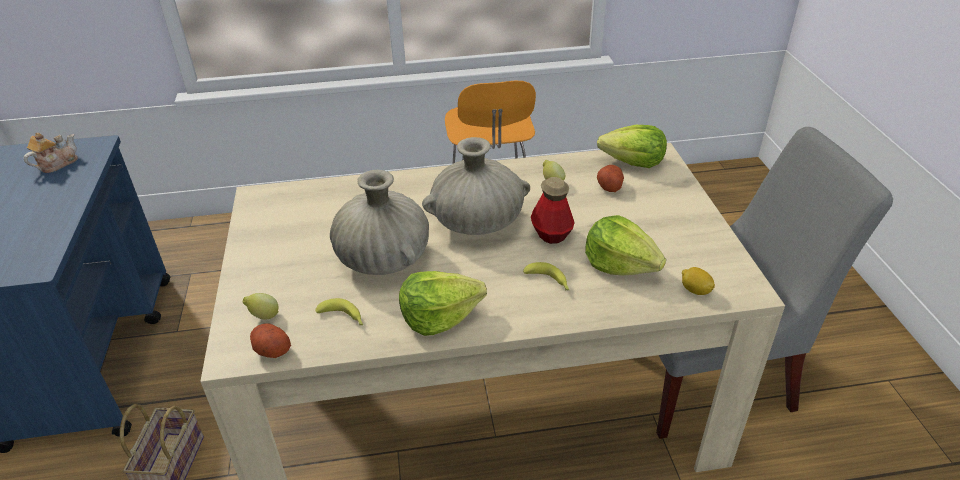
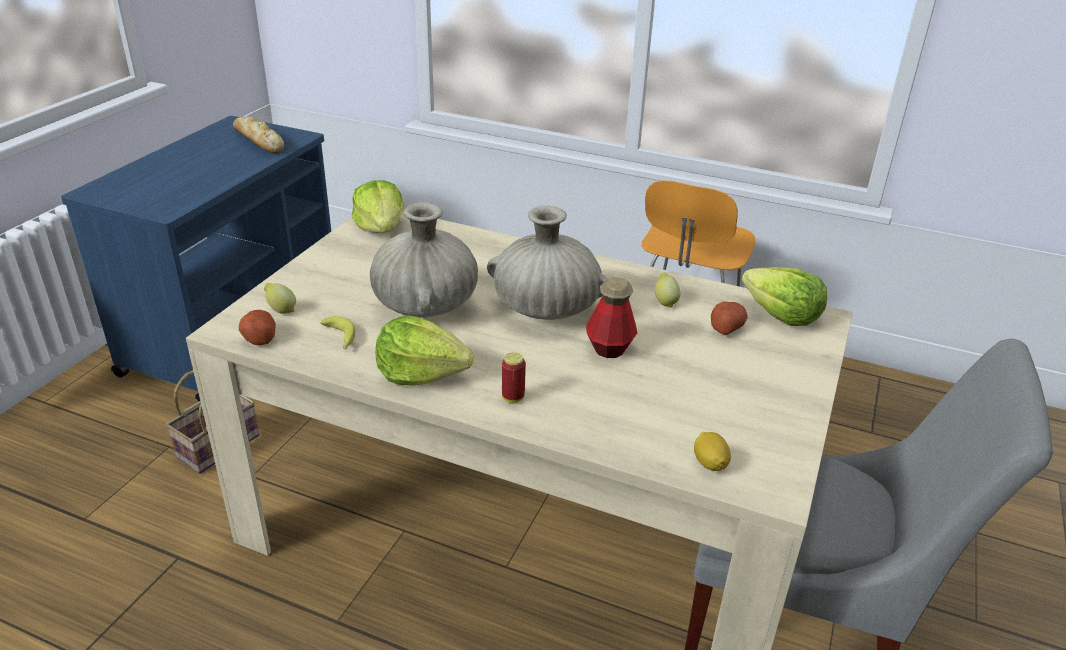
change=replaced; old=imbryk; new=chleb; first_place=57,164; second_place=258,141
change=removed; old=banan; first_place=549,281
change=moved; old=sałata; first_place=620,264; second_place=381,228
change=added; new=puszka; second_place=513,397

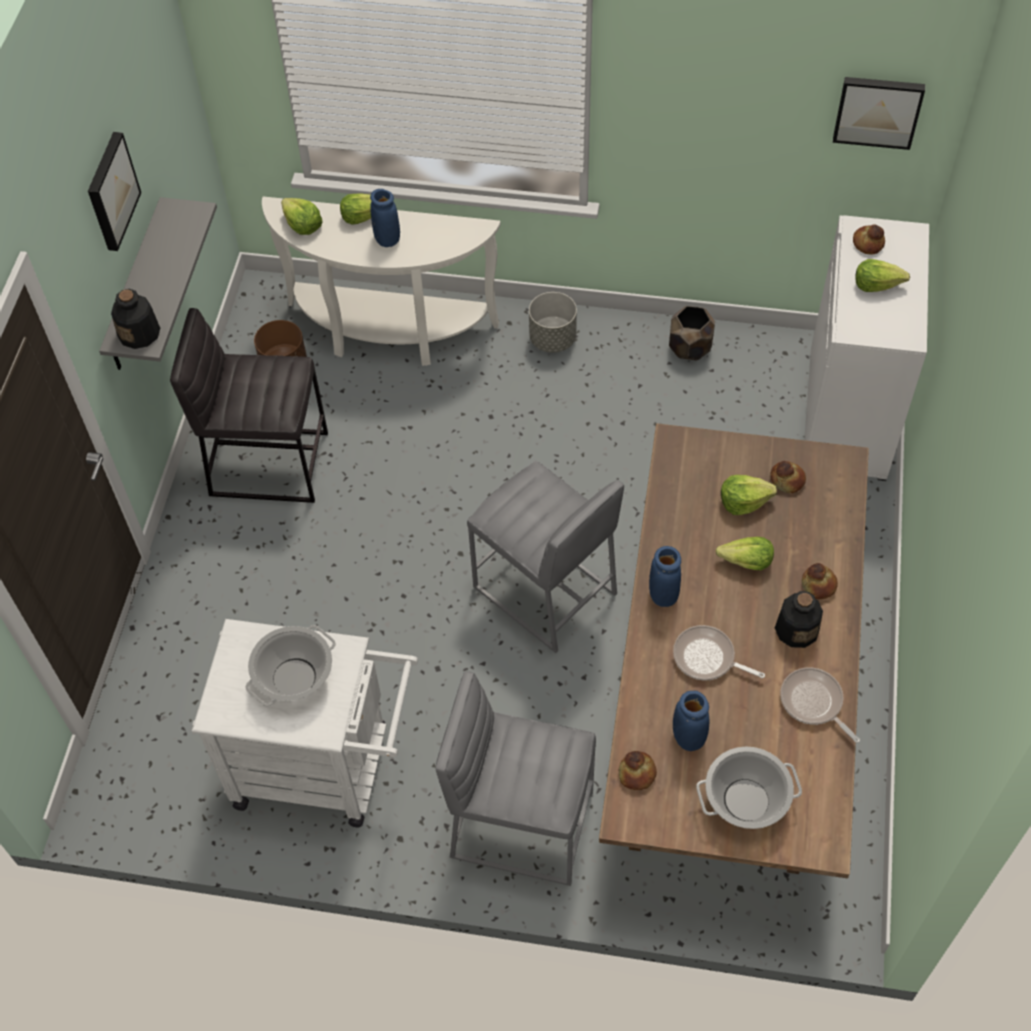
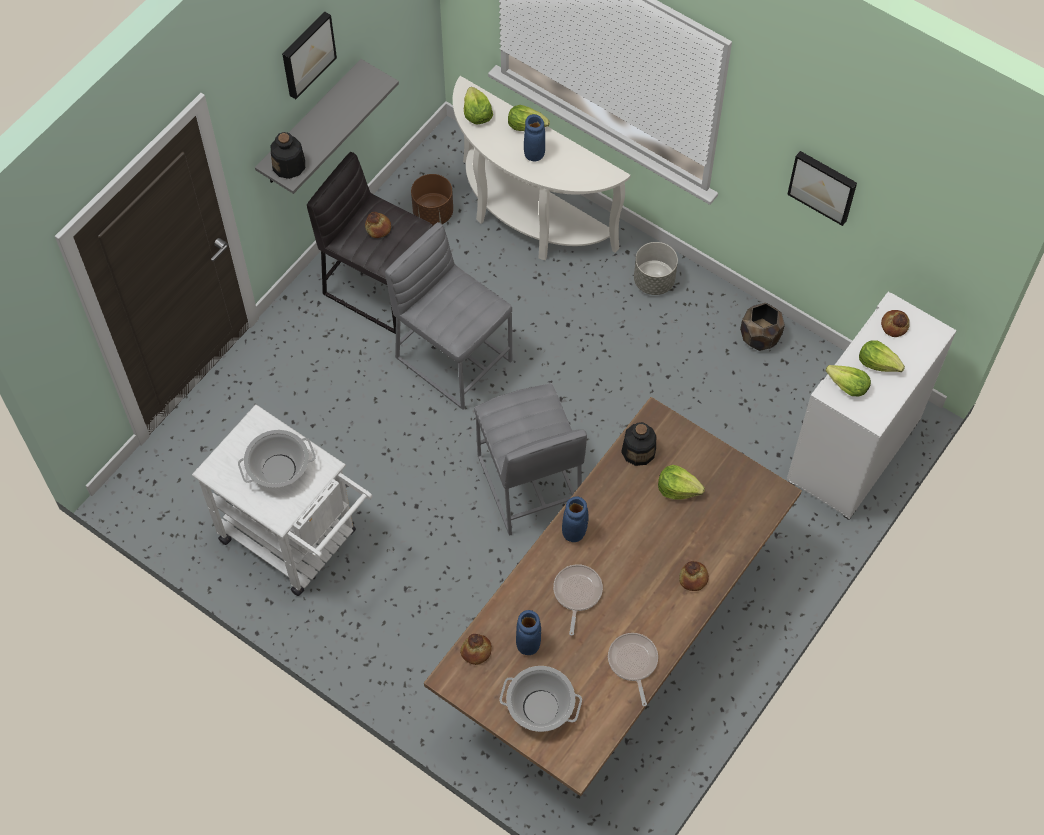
change=moved; old=stołek/szary; first_place=521,823; second_place=454,358
change=turned; old=patelnia; first_place=707,658; second_place=577,593; degrees=45
change=moved; old=sałata; first_place=746,562; second_place=847,386
change=moved; old=chleb; first_place=787,480; second_place=378,228
change=moved; old=butelka; first_place=796,629; second_place=638,450
change=moved; old=obraz; first_place=878,110; second_place=823,186

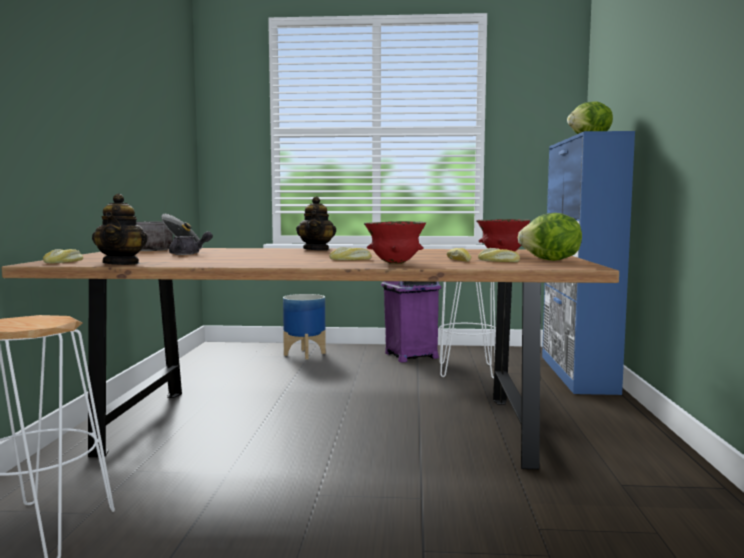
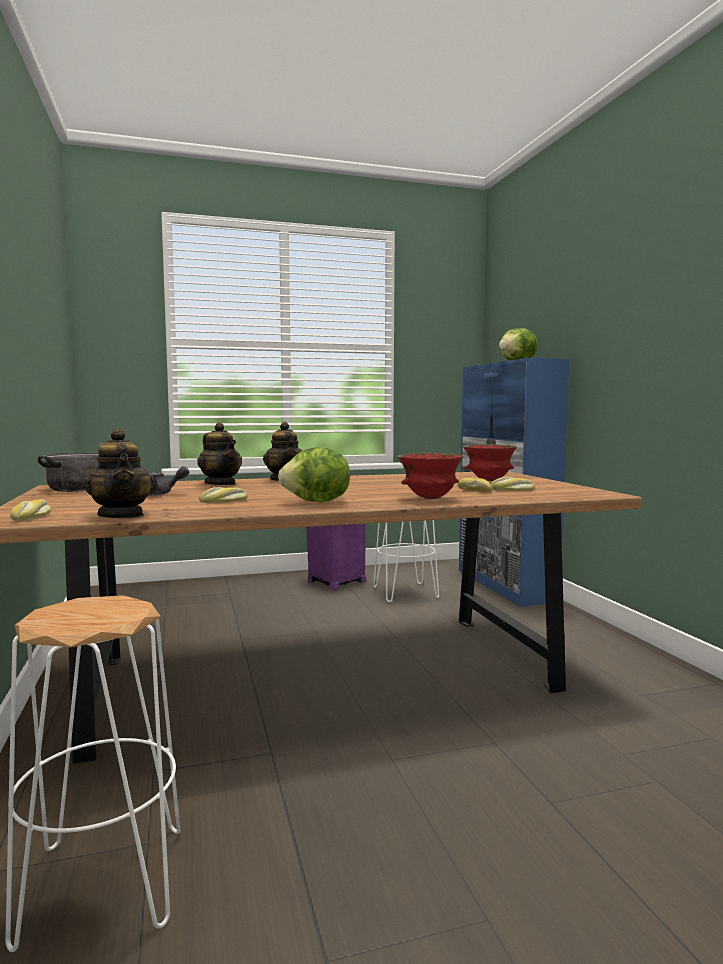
change=removed; old=donica; first_place=305,354
change=moved; old=chleb; first_place=350,260; second_place=224,501
change=moved; old=sałata; first_place=551,260; second_place=317,502
change=added; new=imbryk; second_place=220,484

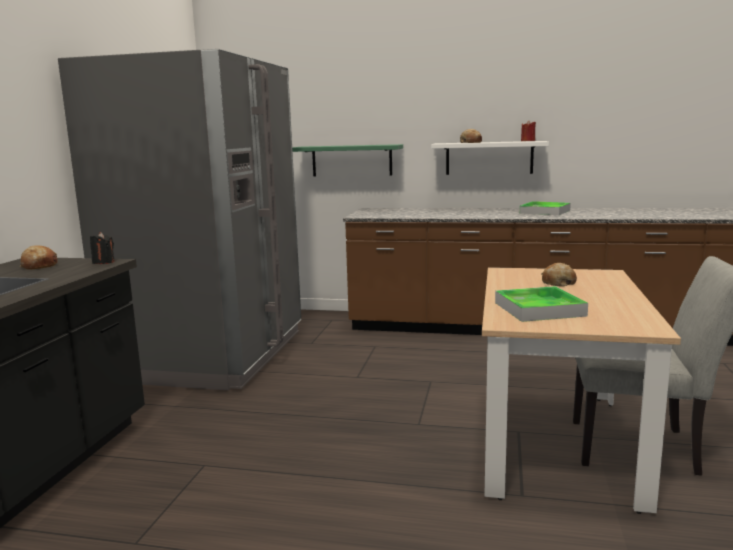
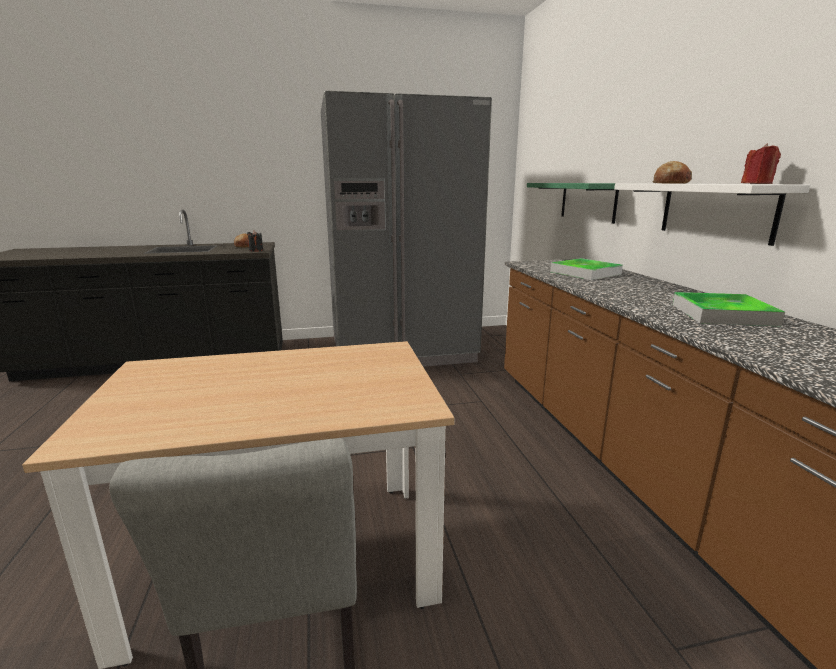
change=moved; old=taca; first_place=539,309; second_place=585,273
change=removed; old=chleb; first_place=558,282

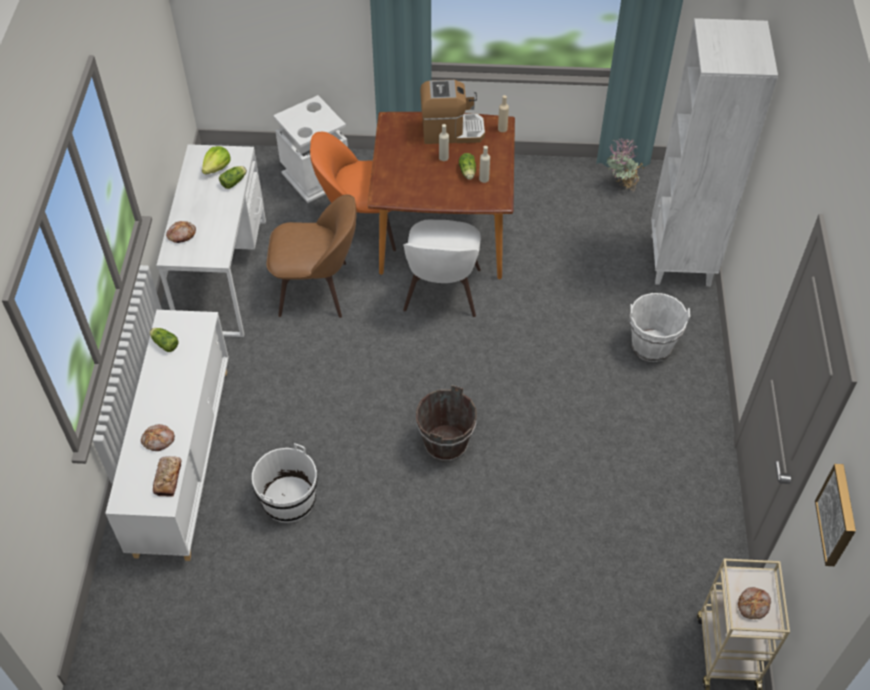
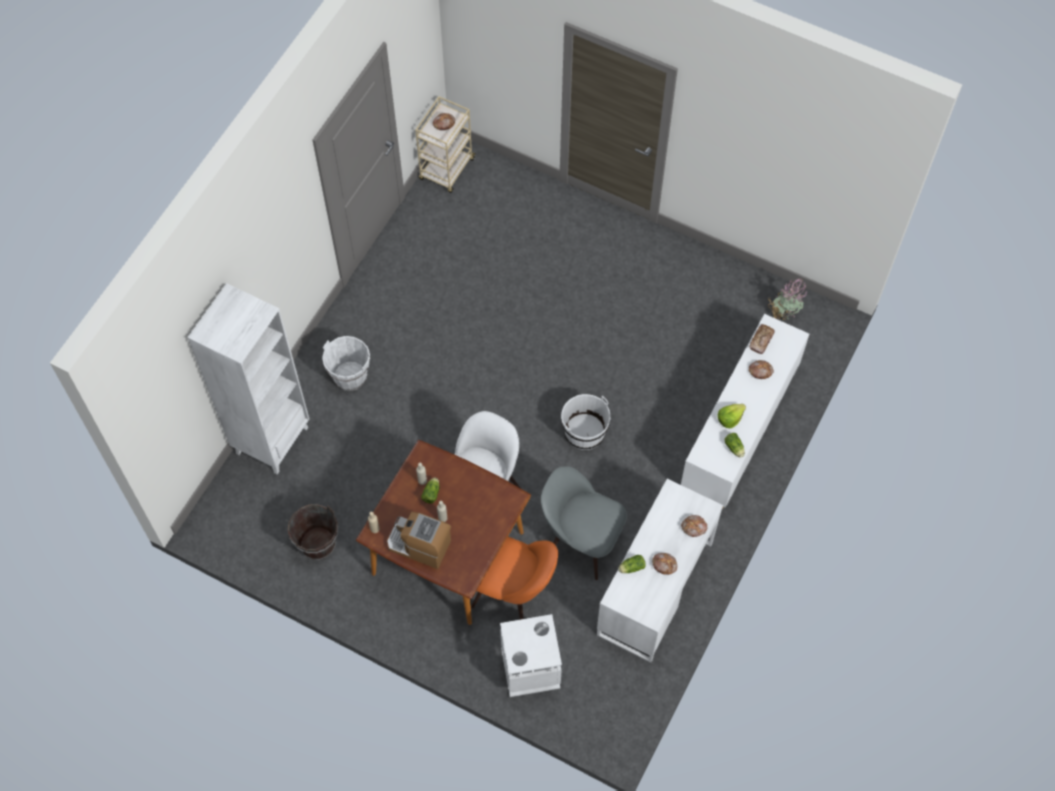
change=moved; old=sałata; first_place=217,168; second_place=729,418
change=moved; old=wiadro/biały; first_place=288,500; second_place=584,432
change=recoloured; old=krzesło/brązowy; new=krzesło/szary; first_place=317,289; second_place=581,539
change=moved; old=wiadro/brązowy; first_place=445,444; second_place=318,544
change=moved; old=roślina doniczkowa; first_place=621,186; second_place=783,314
change=removed; old=obraz; first_place=839,515
change=added; new=chleb; second_place=664,564

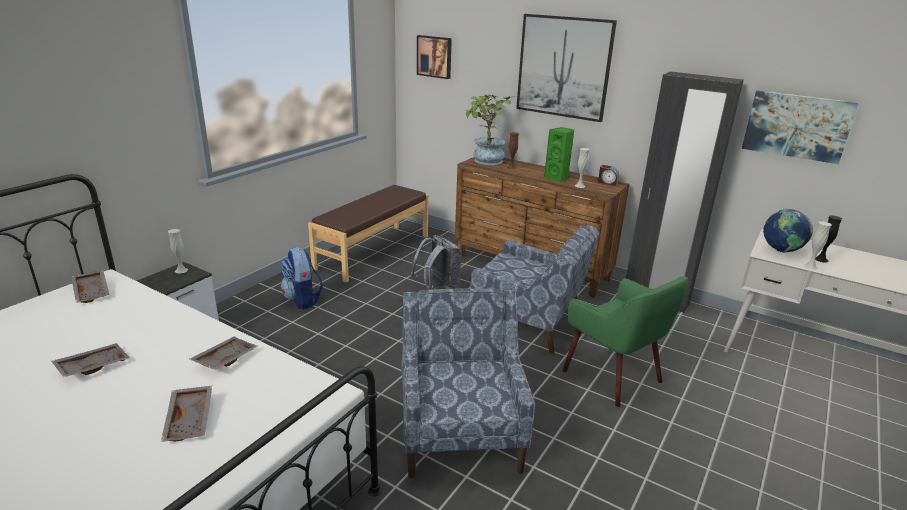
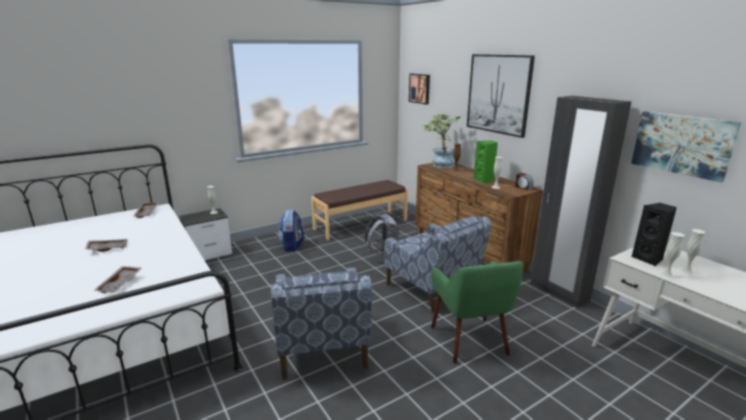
change=removed; old=taca/szary; first_place=225,359
change=turned; old=fotel/niebieski; first_place=460,431; second_place=322,348; degrees=150
change=replaced; old=globus; new=głośnik/czarny; first_place=781,251; second_place=649,259
change=recoloured; old=wazon/czarny; new=wazon/biały; first_place=821,259; second_place=686,272

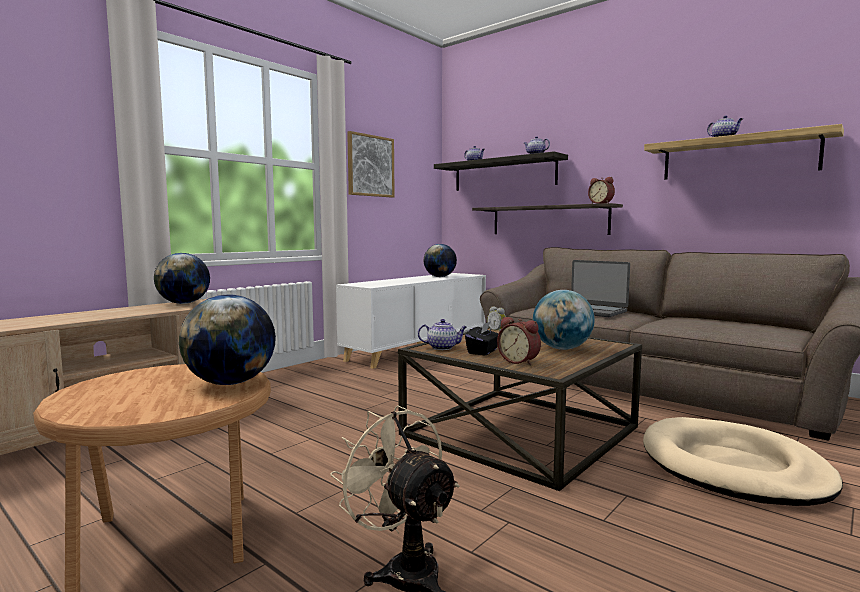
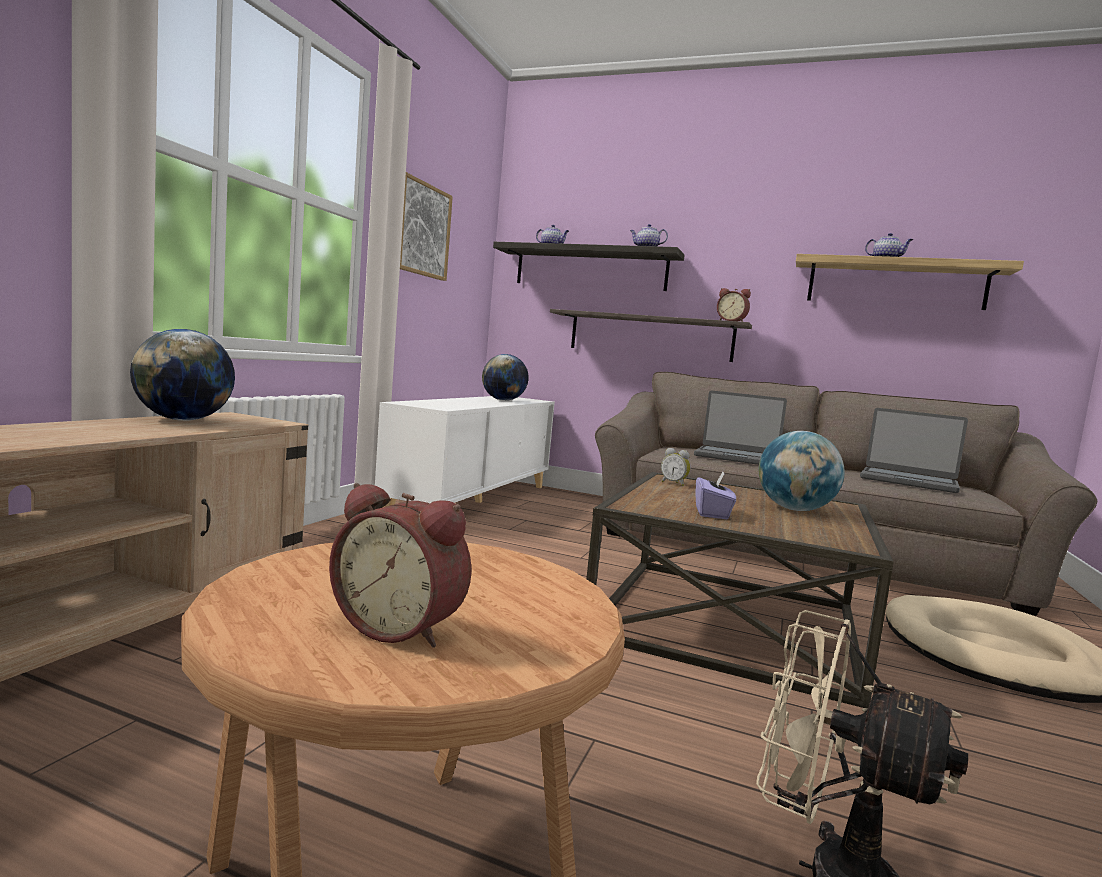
change=removed; old=globus; first_place=231,383
change=removed; old=imbryk; first_place=443,347
change=recoloured; old=pudełko chusteczek/czarny; new=pudełko chusteczek/fioletowy; first_place=483,351; second_place=712,513
change=moved; old=budzik; first_place=519,361; second_place=401,627
change=added; new=laptop; second_place=908,481

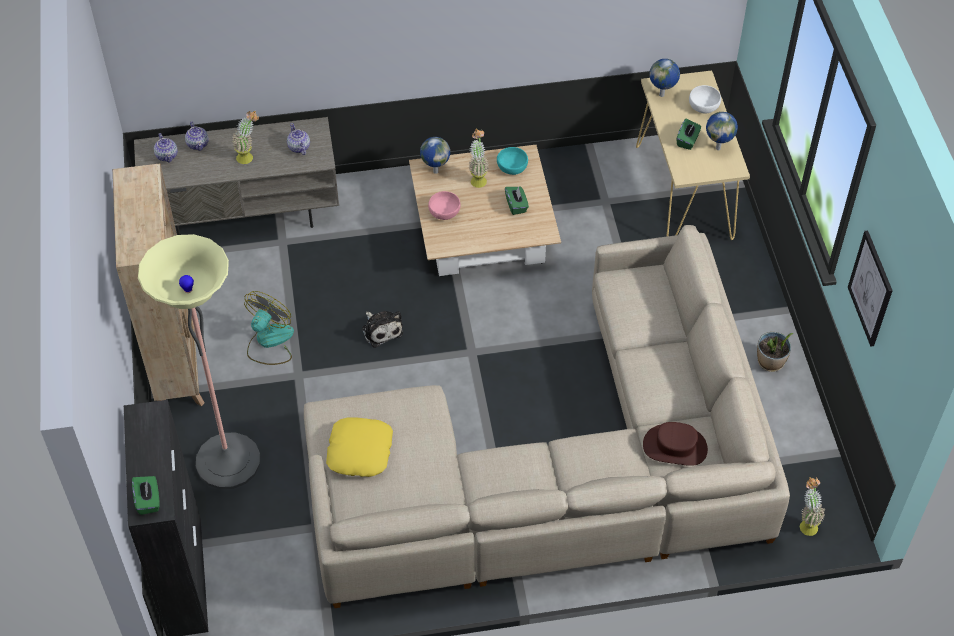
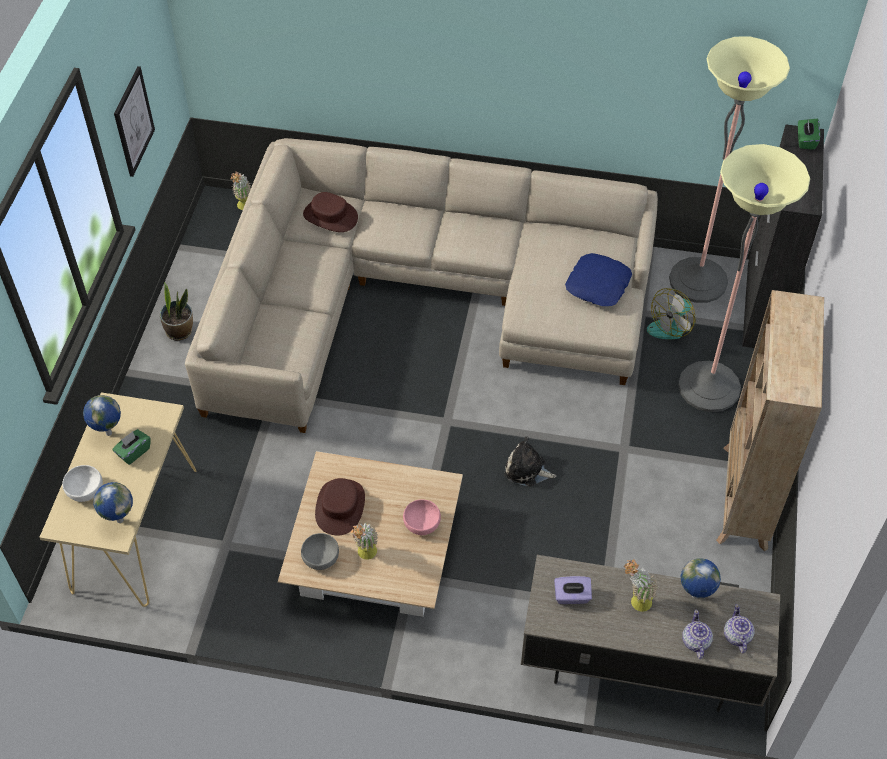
change=moved; old=wentylator; first_place=269,342; second_place=672,325
change=replaced; old=imbryk; new=pudełko chusteczek/fioletowy; first_place=299,147; second_place=572,596
change=recoloured; old=poduszka/żółty; new=poduszka/niebieski; first_place=359,451; second_place=598,285
change=turned; old=pluszak; first_place=381,330; second_place=527,470; degrees=-60
change=moved; old=globus; first_place=435,171; second_place=695,596
change=recoloured; old=miska/turkusowy; new=miska/szary; first_place=512,168; second_place=321,557
change=replaced; old=pudełko chusteczek/zielony; new=kapelusz/brązowy; first_place=516,205; second_place=340,507
change=added; new=lampa stojąca; second_place=698,281

